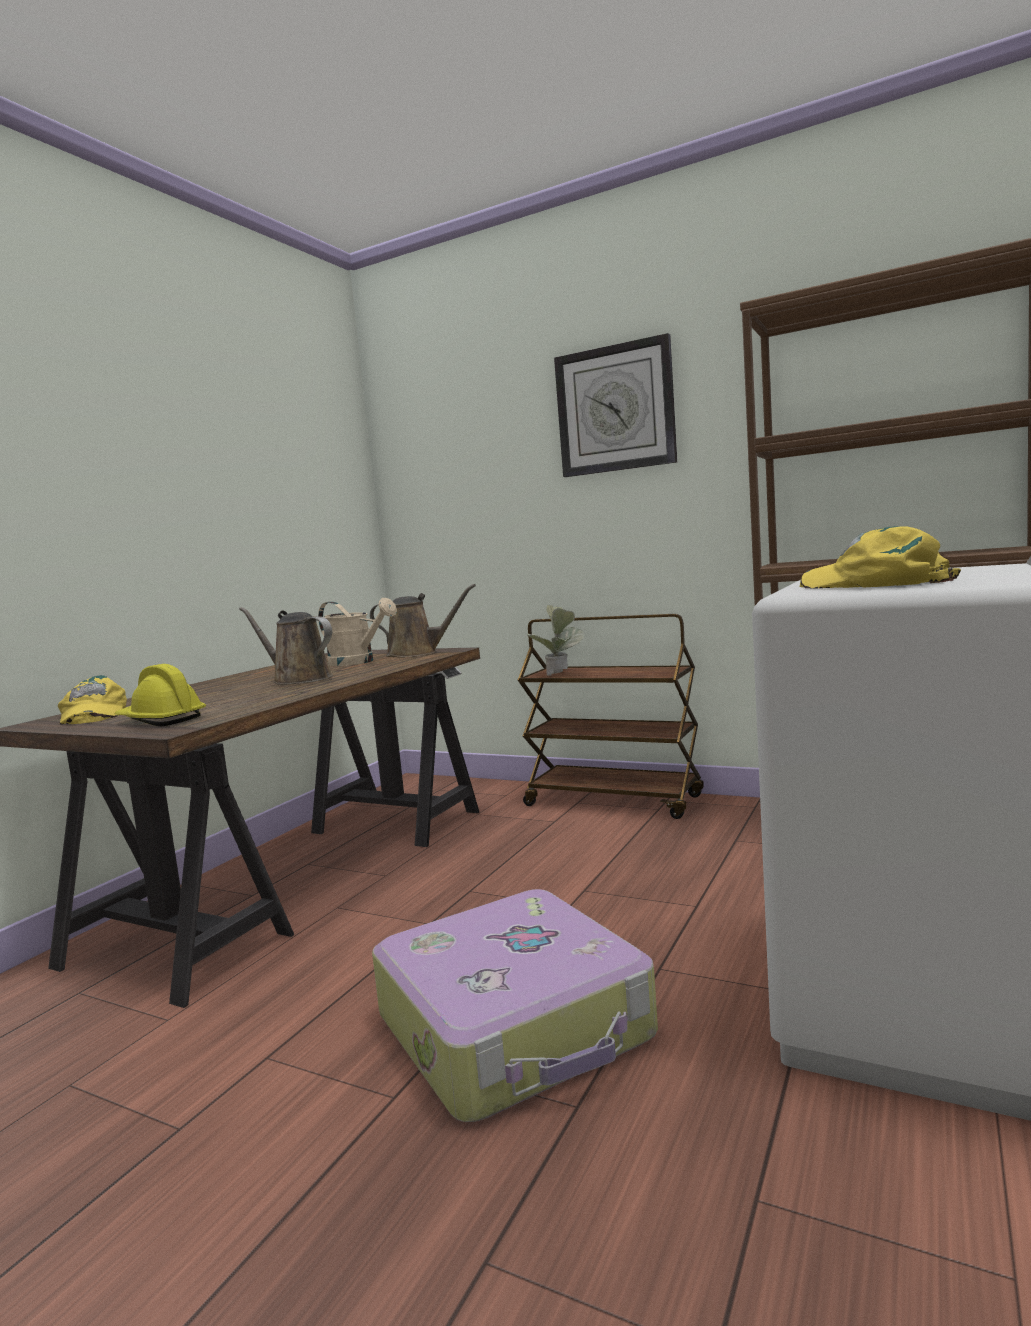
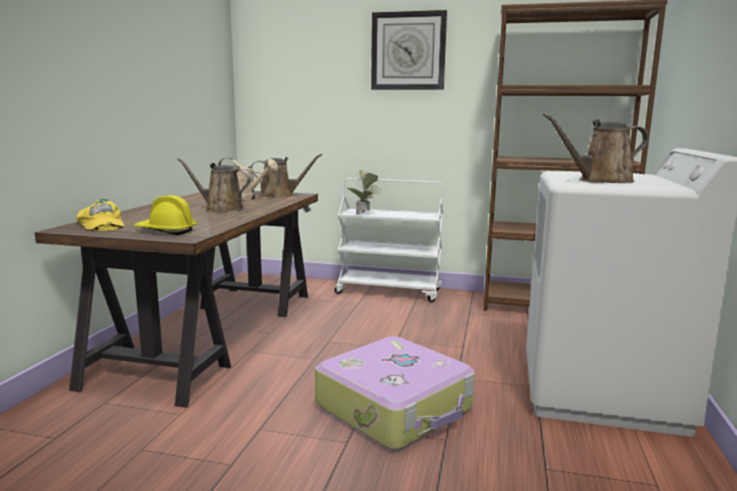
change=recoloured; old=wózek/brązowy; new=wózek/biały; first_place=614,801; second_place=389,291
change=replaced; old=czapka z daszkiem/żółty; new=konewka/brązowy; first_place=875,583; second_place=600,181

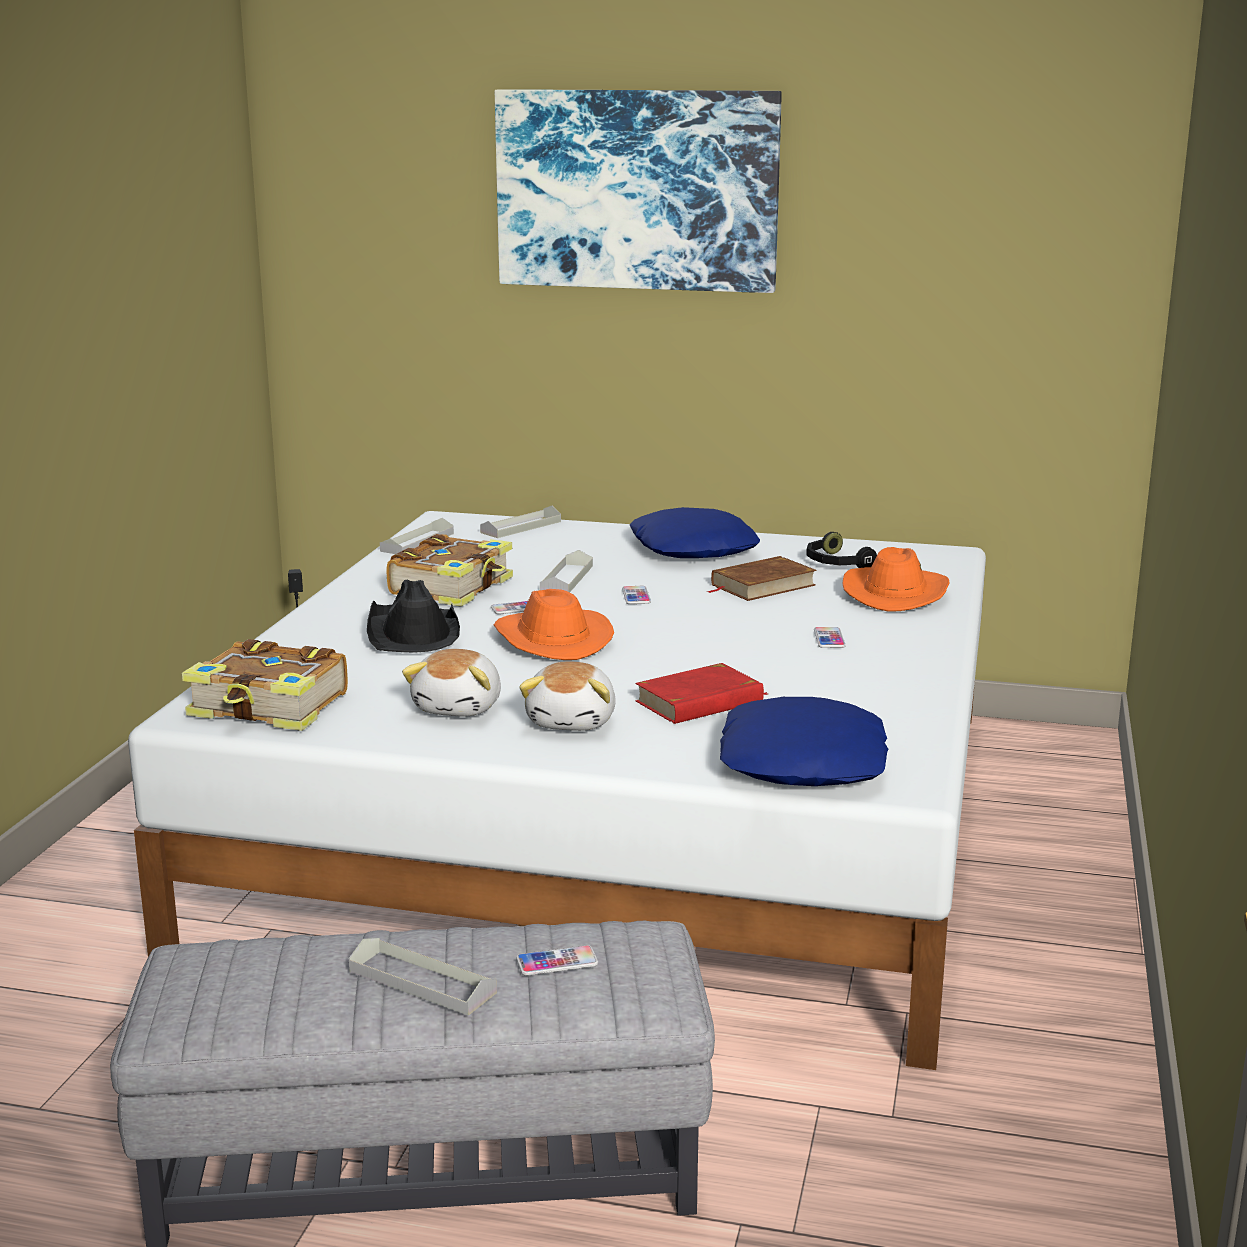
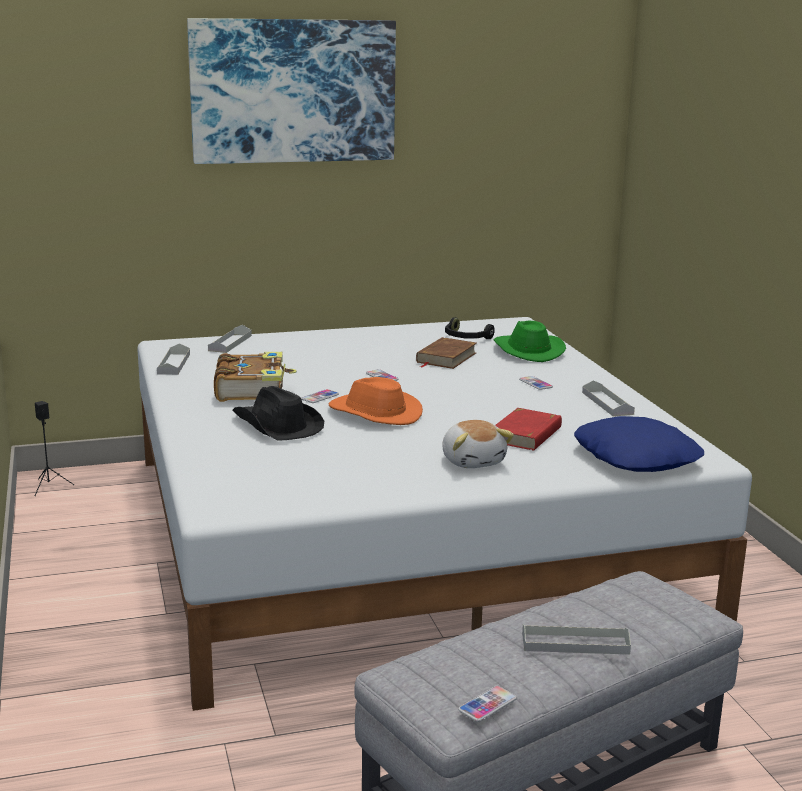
change=removed; old=książka; first_place=270,707
change=removed; old=pluszak; first_place=460,707
change=moved; old=telefon; first_place=557,962; second_place=487,705
change=moved; old=taca/szary; first_place=566,578; second_place=607,403
change=removed; old=poduszka/niebieski; first_place=694,548
change=recoloured; old=kapelusz/pomarańczowy; new=kapelusz/zielony; first_place=895,593; second_place=527,350

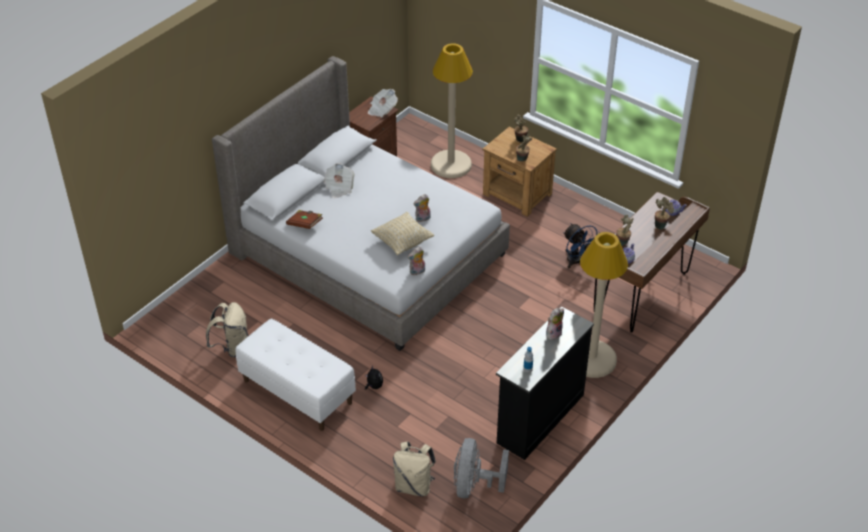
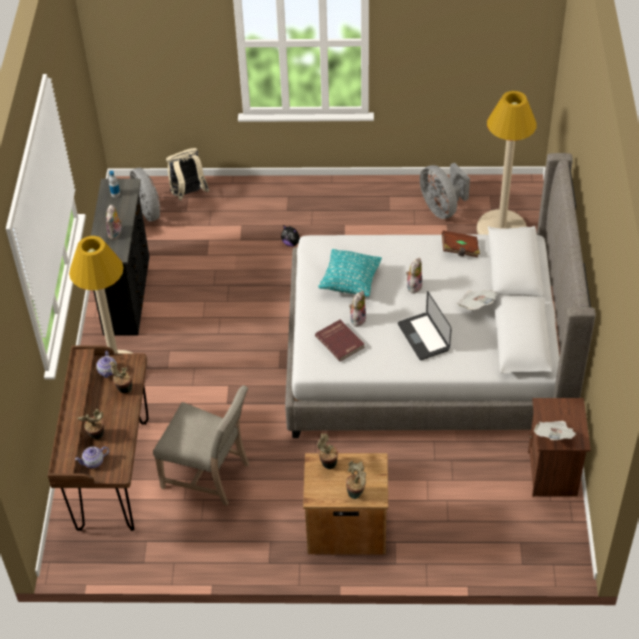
change=replaced; old=plecak/beżowy; new=wentylator/szary; first_place=231,347; second_place=442,208
change=removed; old=ławka/biały; first_place=297,392
change=recoloured; old=poduszka/beżowy; new=poduszka/turkusowy; first_place=402,242; second_place=350,283
change=moved; old=pluszak; first_place=417,272; second_place=413,286
change=moved; old=lampa stojąca/beżowy; first_place=451,165; second_place=501,229
change=replaced; old=wentylator/niebieski; new=krzesło/beżowy; first_place=577,262; second_place=209,474
change=added; new=książka/czerwony; second_place=340,341
change=added; new=laptop; second_place=423,337

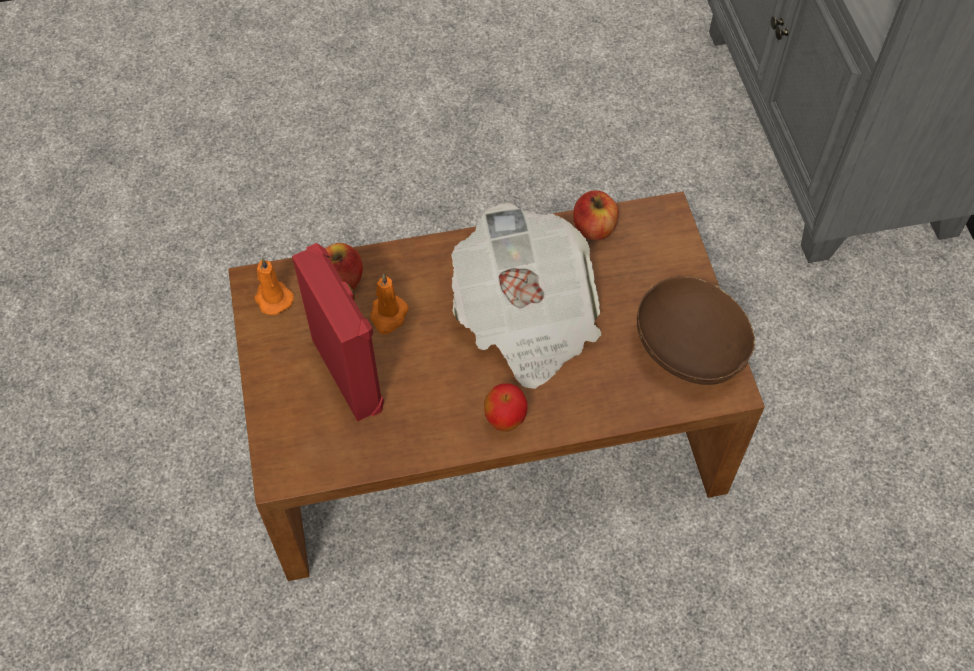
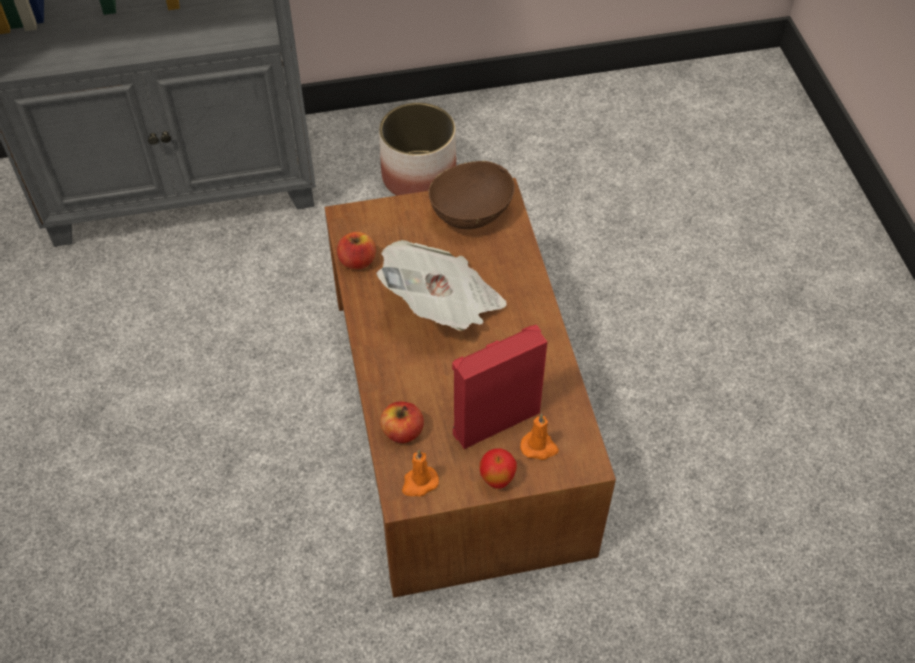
change=moved; old=świeca/pomarańczowy; first_place=388,316; second_place=539,447
change=moved; old=jabłko; first_place=505,421; second_place=497,480
change=added; new=donica; second_place=419,176

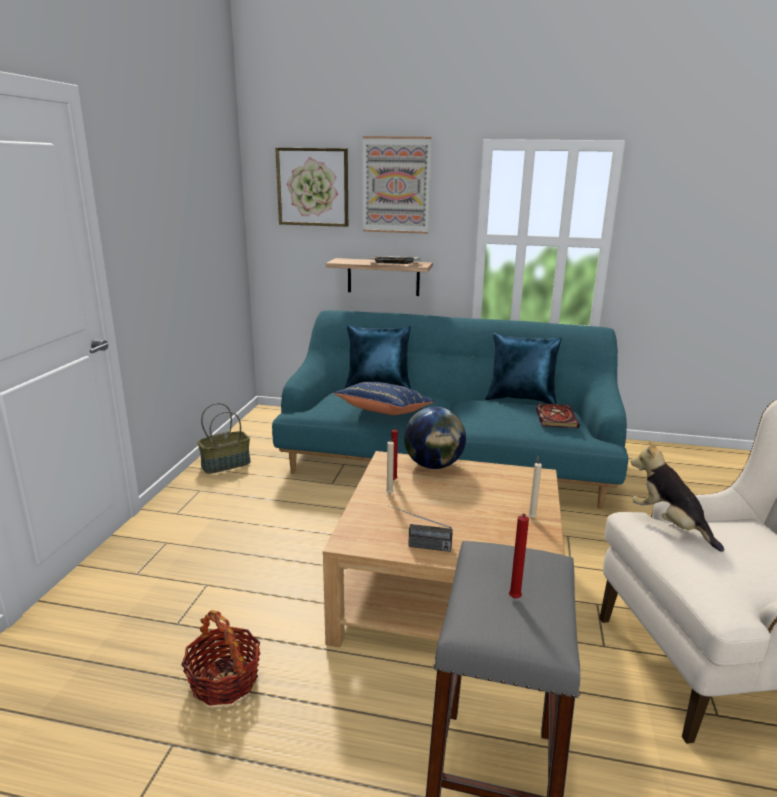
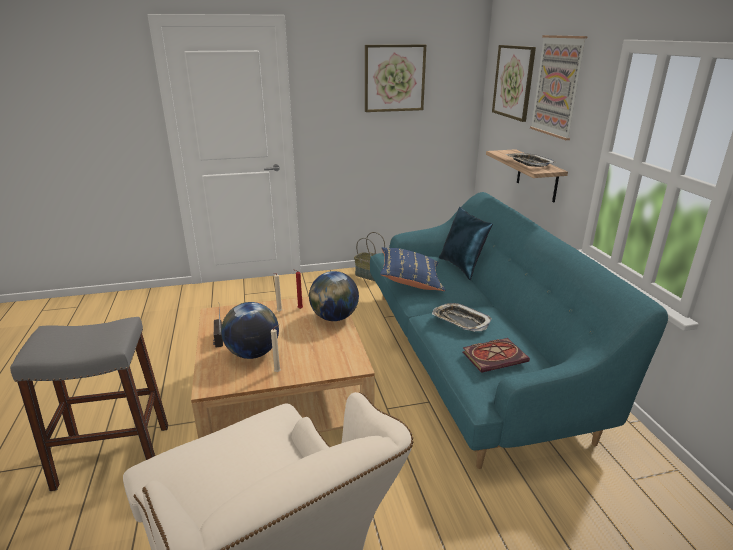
change=removed; old=koszyk; first_place=224,680
change=removed; old=poduszka/niebieski; first_place=521,399
change=removed; old=świeca/czerwony; first_place=514,599
change=removed; old=pluszak; first_place=669,524
change=added; new=globus; second_place=253,353
change=added; new=obraz; second_place=394,78
change=added; new=taca; second_place=460,321

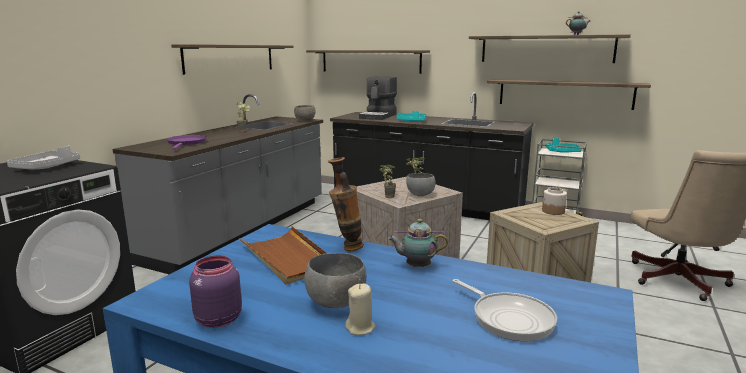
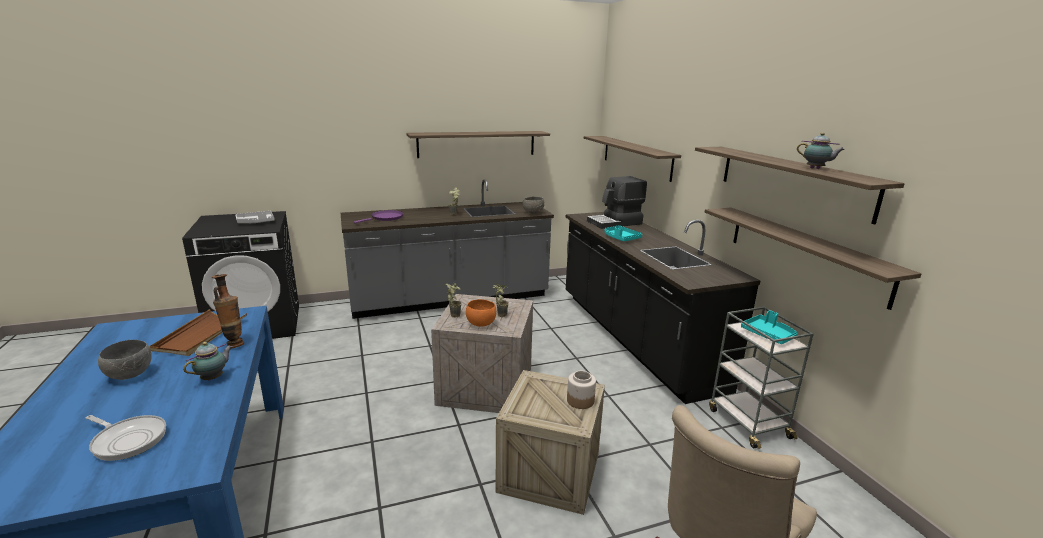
change=removed; old=słoik/fioletowy; first_place=217,320
change=removed; old=świeca/beżowy; first_place=360,328
change=turned; old=imbryk; first_place=416,266; second_place=214,377; degrees=75
change=recoloured; old=miska/szary; new=miska/pomarańczowy; first_place=419,195; second_place=480,324
change=turned; old=patelnia; first_place=509,318; second_place=128,440; degrees=-75

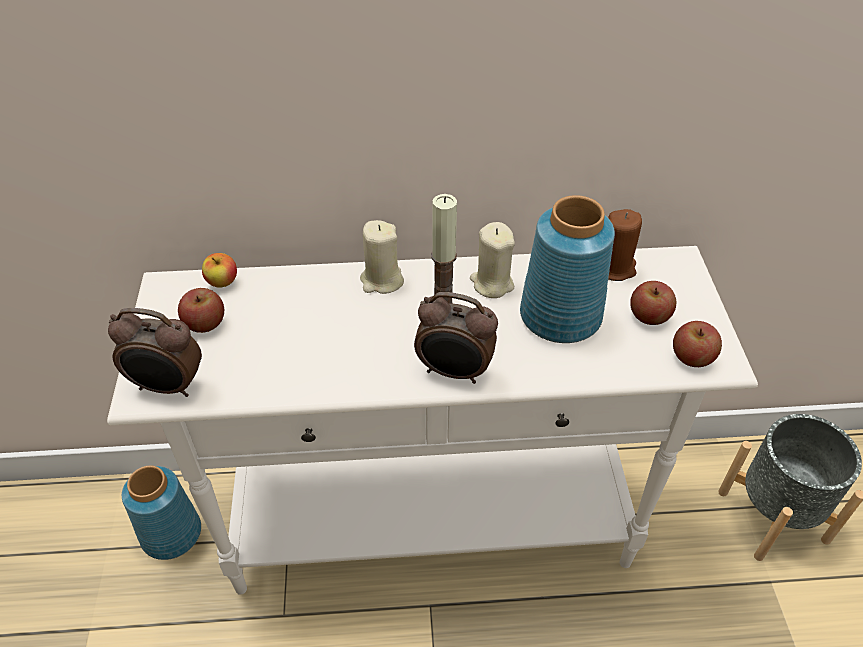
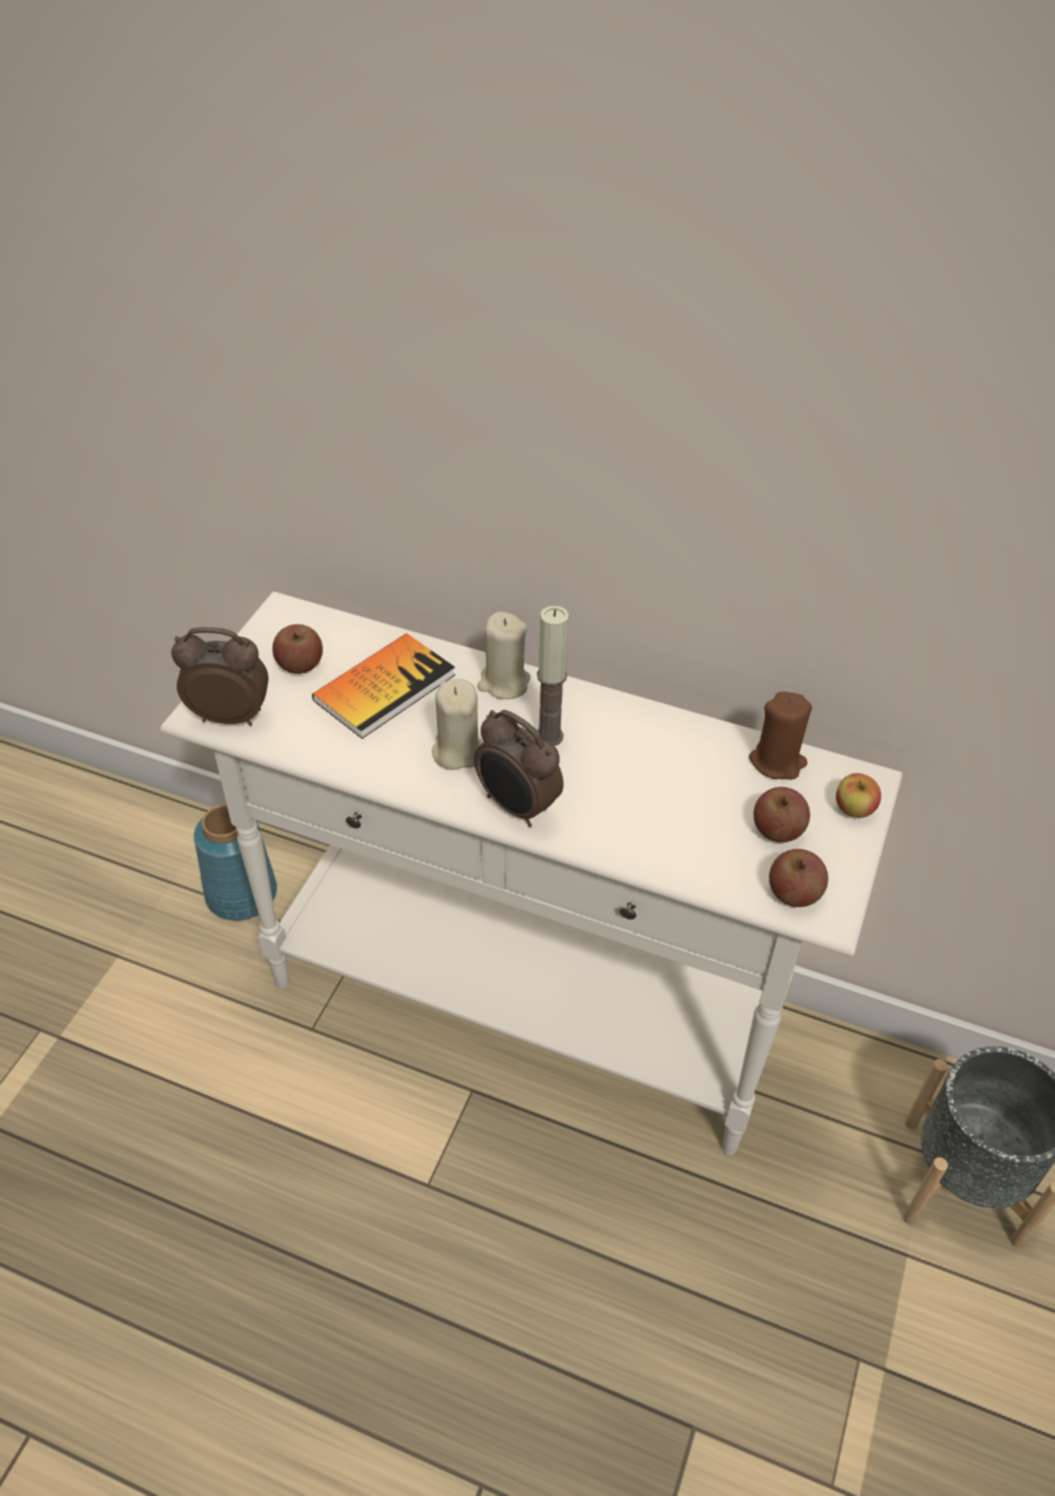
change=turned; old=budzik; first_place=168,387; second_place=230,715; degrees=150
change=moved; old=jabłko; first_place=222,282; second_place=854,809
change=moved; old=świeca/beżowy; first_place=492,283; second_place=457,751
change=removed; old=wazon/niebieski; first_place=560,317
change=added; new=książka; second_place=384,687

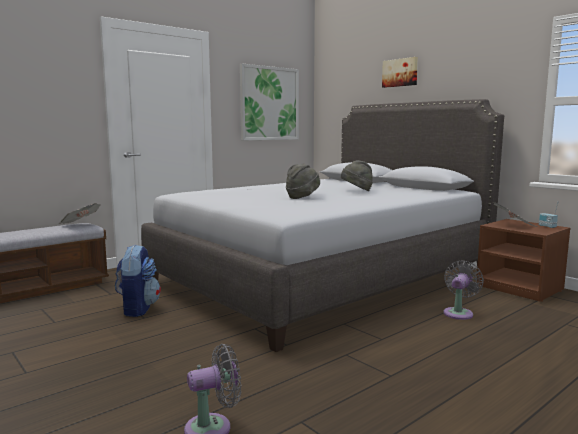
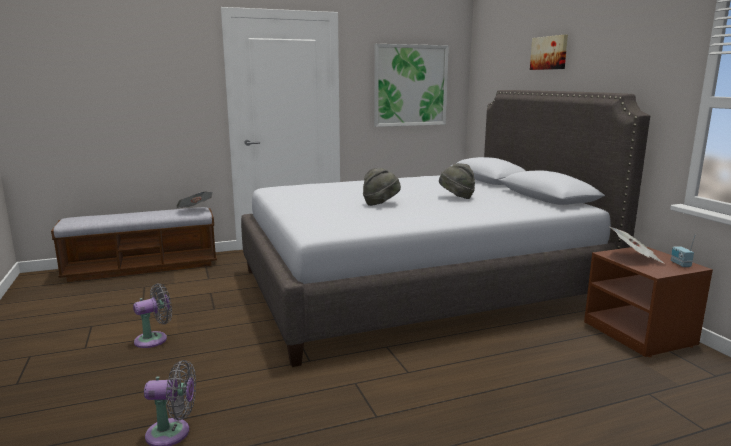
change=removed; old=plecak; first_place=138,308
change=moved; old=wentylator/szary; first_place=459,313; second_place=154,339

